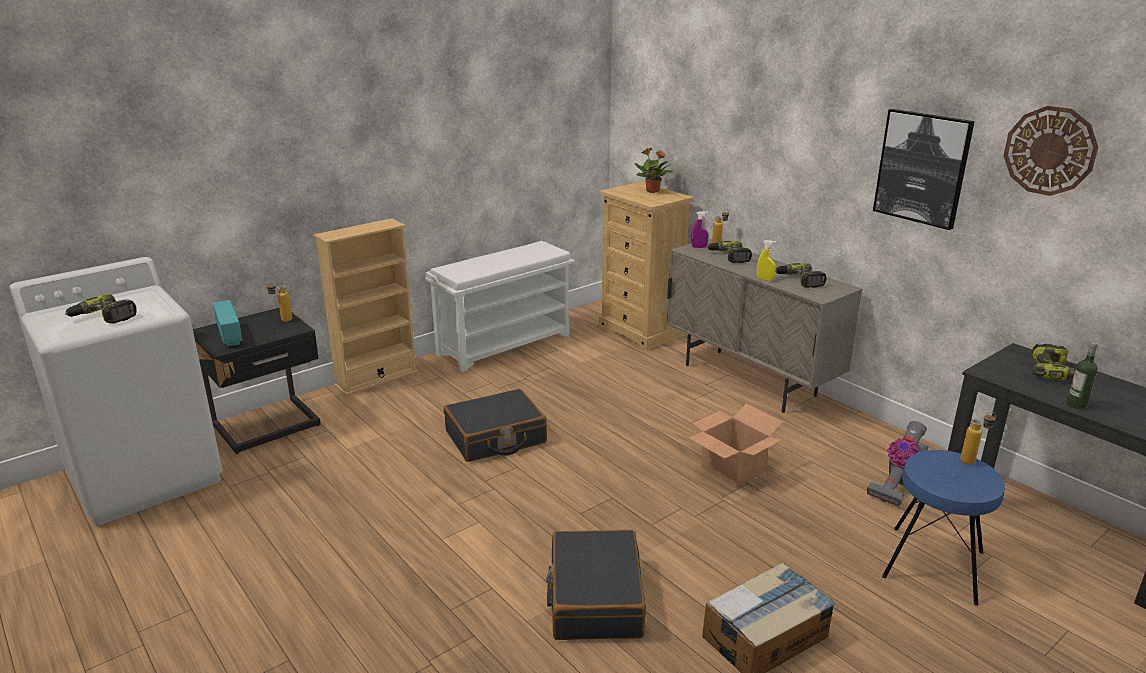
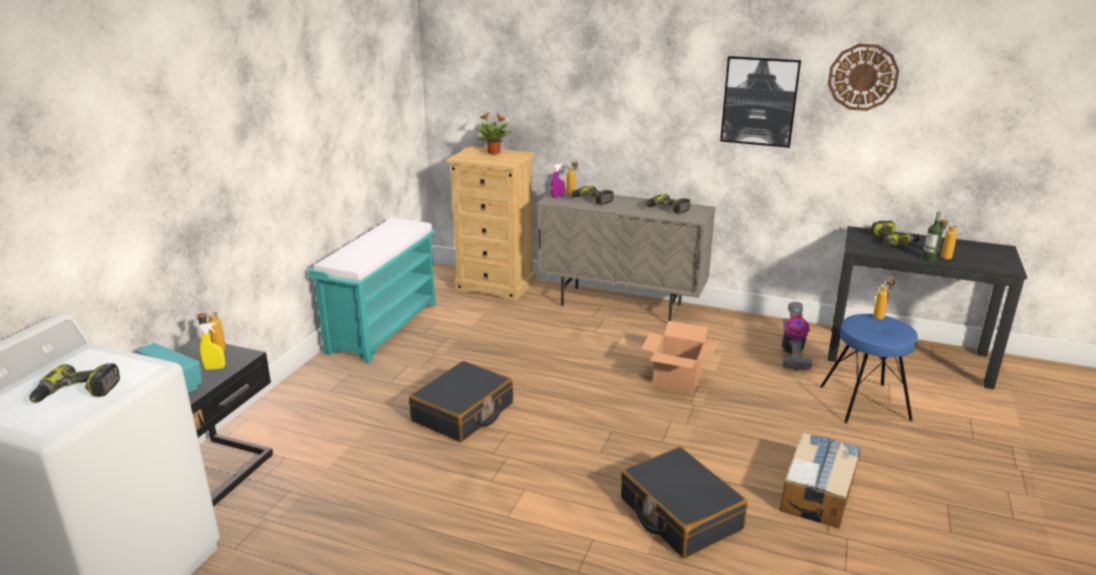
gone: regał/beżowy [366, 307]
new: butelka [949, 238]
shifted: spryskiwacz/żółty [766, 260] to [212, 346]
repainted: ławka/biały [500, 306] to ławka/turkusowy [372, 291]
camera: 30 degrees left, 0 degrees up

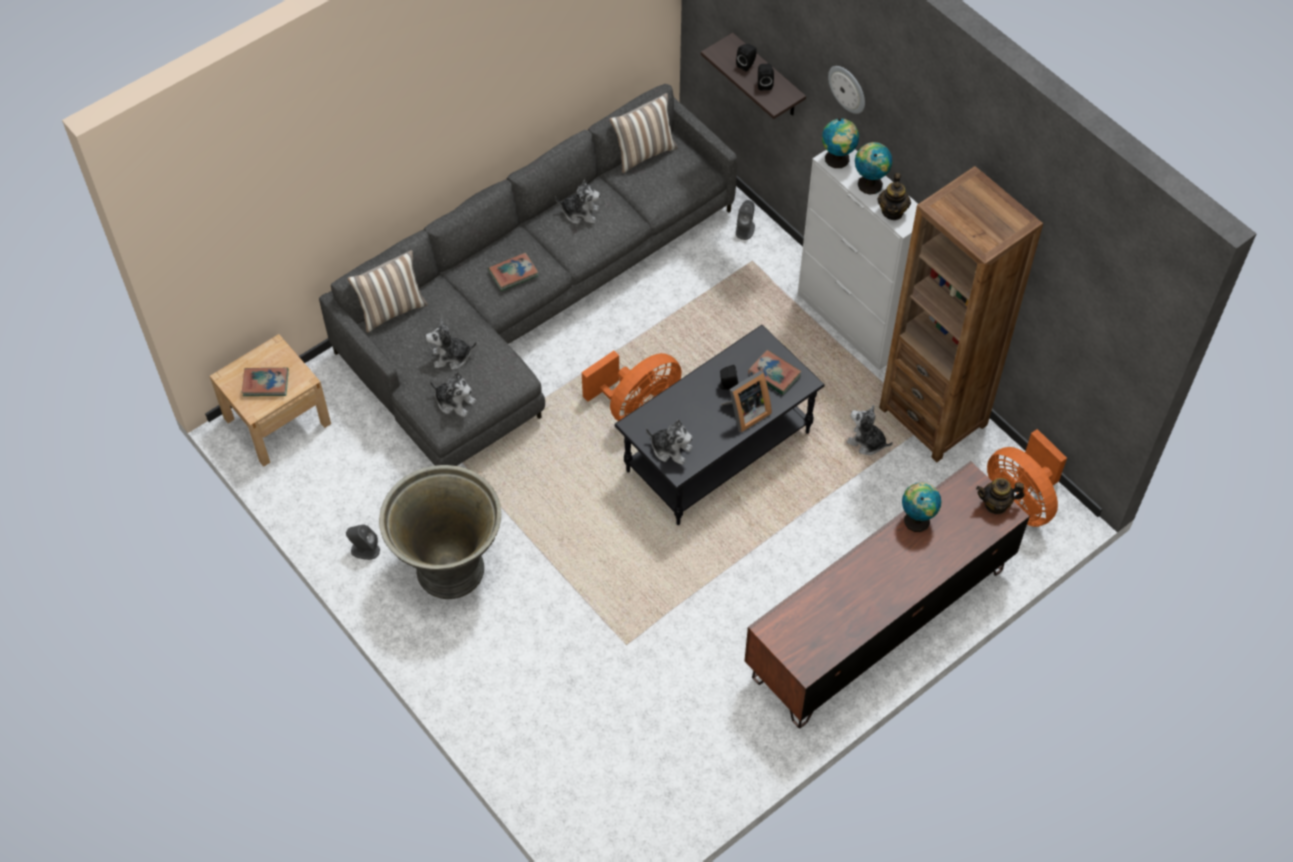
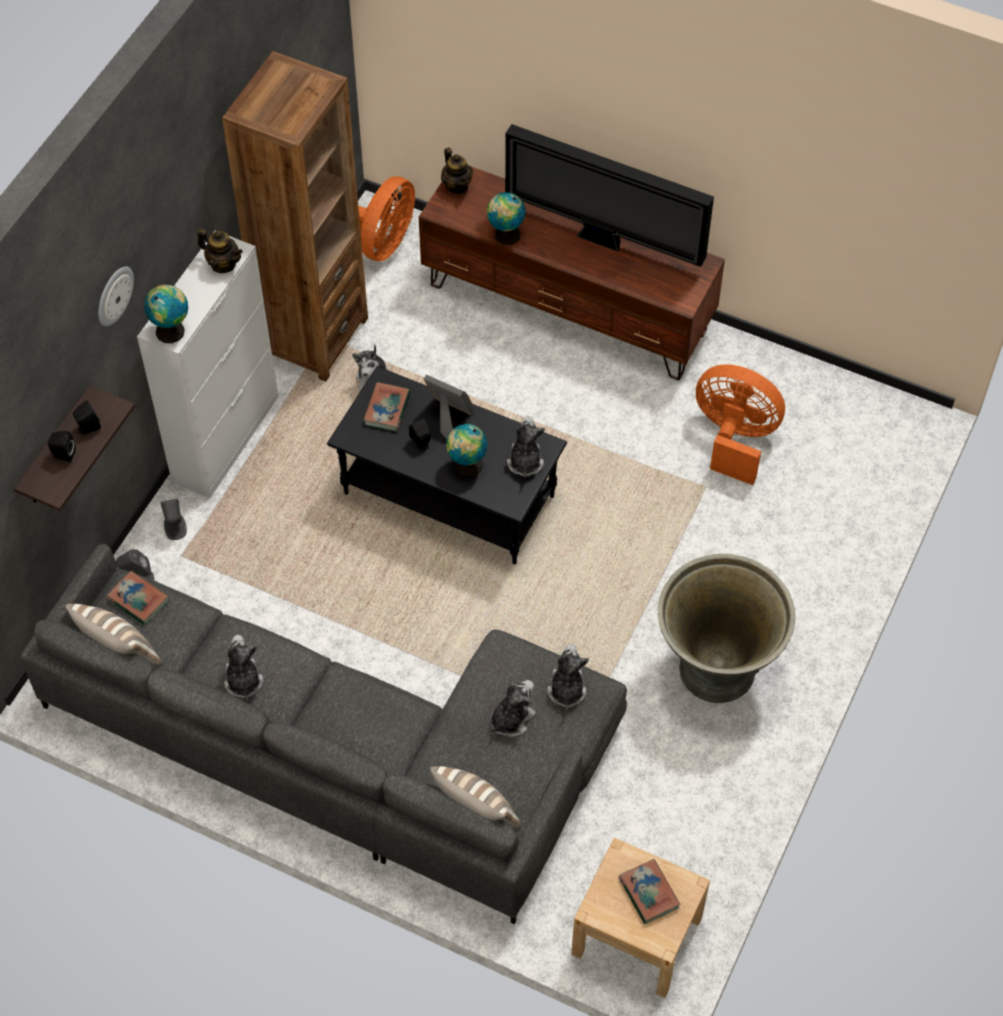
new: telewizor [609, 195]
shifted: głośnik/szary [363, 542] to [173, 519]; książka [513, 271] to [138, 598]; wentylator/pomarańczowy [632, 386] to [740, 424]; globus [873, 168] to [466, 450]
rotated: pluszak [451, 344] = [513, 708] 105 degrees counterclockwise; imbryk [894, 196] = [220, 251] 45 degrees clockwise
camera: 115 degrees left, 0 degrees up

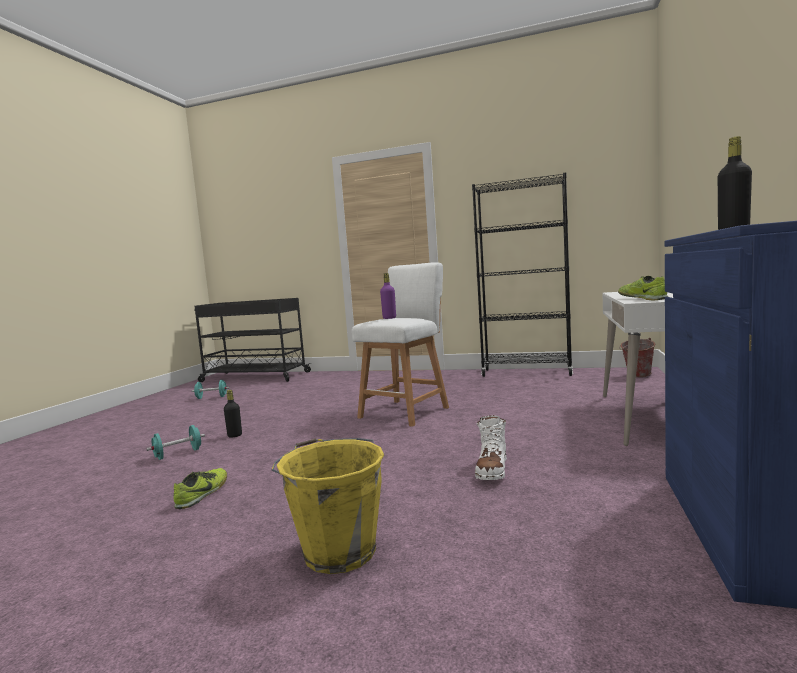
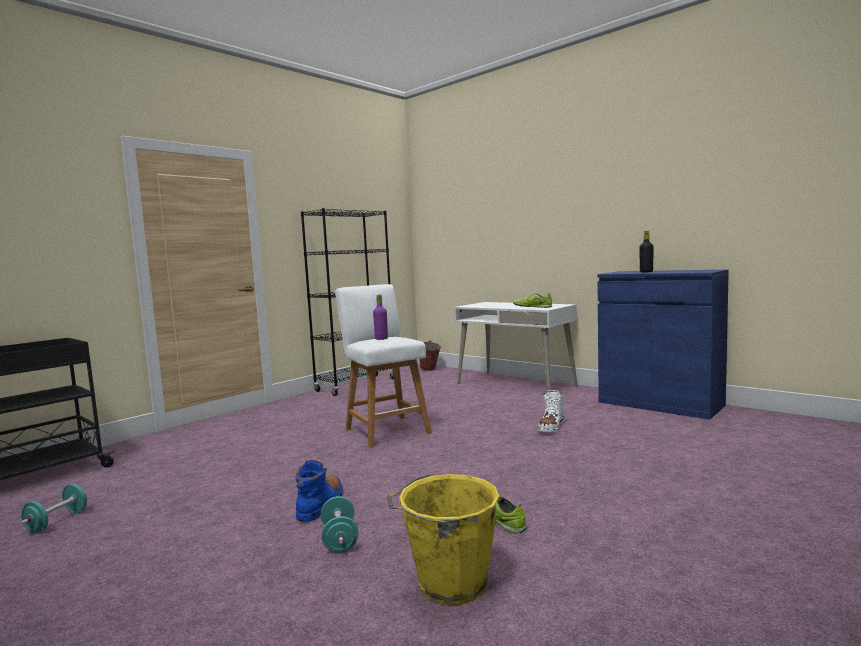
shifted: wiadro/żółty [328, 506] to [443, 539]
swapped: butelka/czarny [233, 413] to but z cholewką/niebieski [319, 491]
rotated: but z cholewką/biały [491, 447] = [551, 411] 75 degrees clockwise
camera: 65 degrees left, 0 degrees up

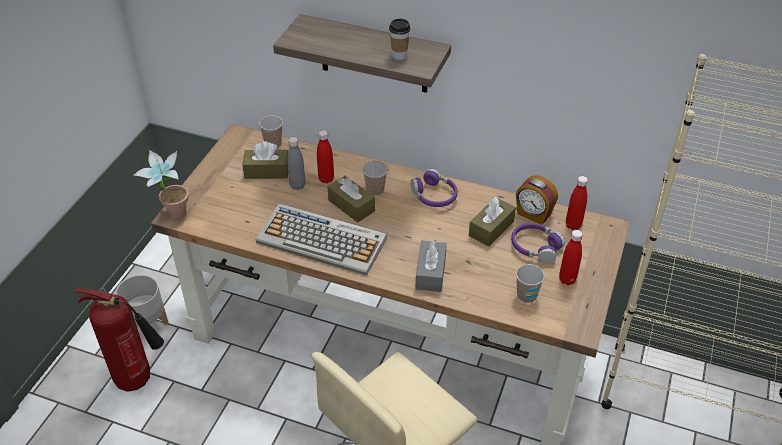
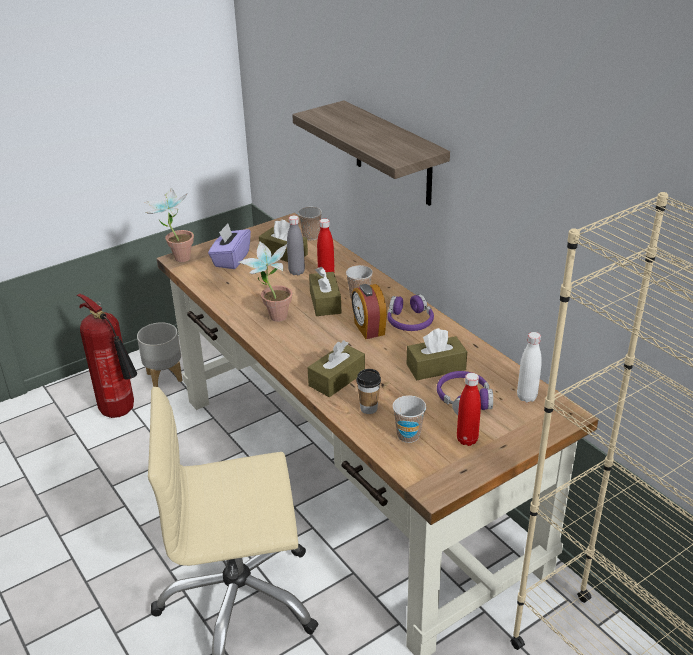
new: pudełko chusteczek/fioletowy [229, 246]
shifted: filiżanka [400, 39] to [368, 391]; budzik [537, 200] to [369, 311]
swapped: klawiatura [321, 239] to roślina doniczkowa [266, 281]
repainted: pudełko chusteczek/szary [431, 266] to pudełko chusteczek/brązowy [336, 368]; butelka/czerwony [577, 203] to butelka/biały [529, 367]
camera: 35 degrees right, 10 degrees down

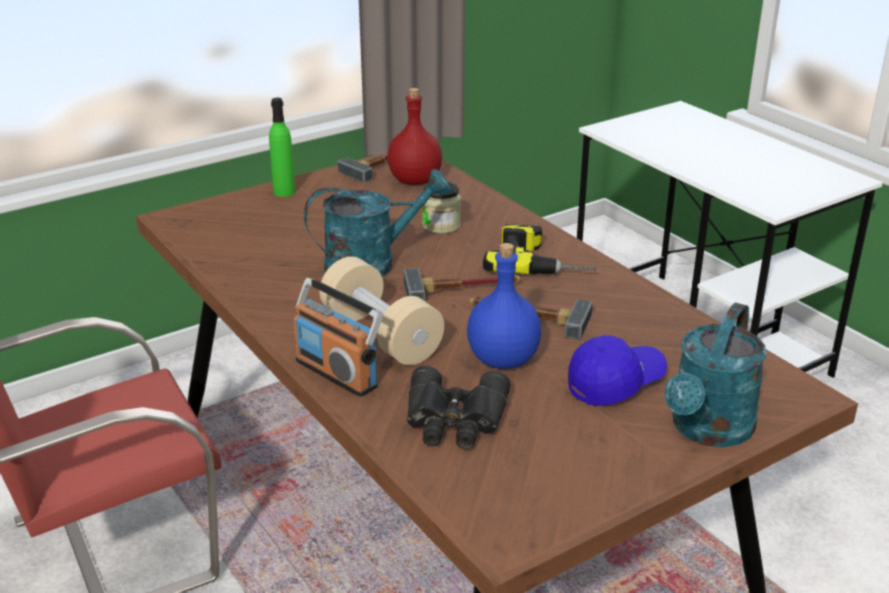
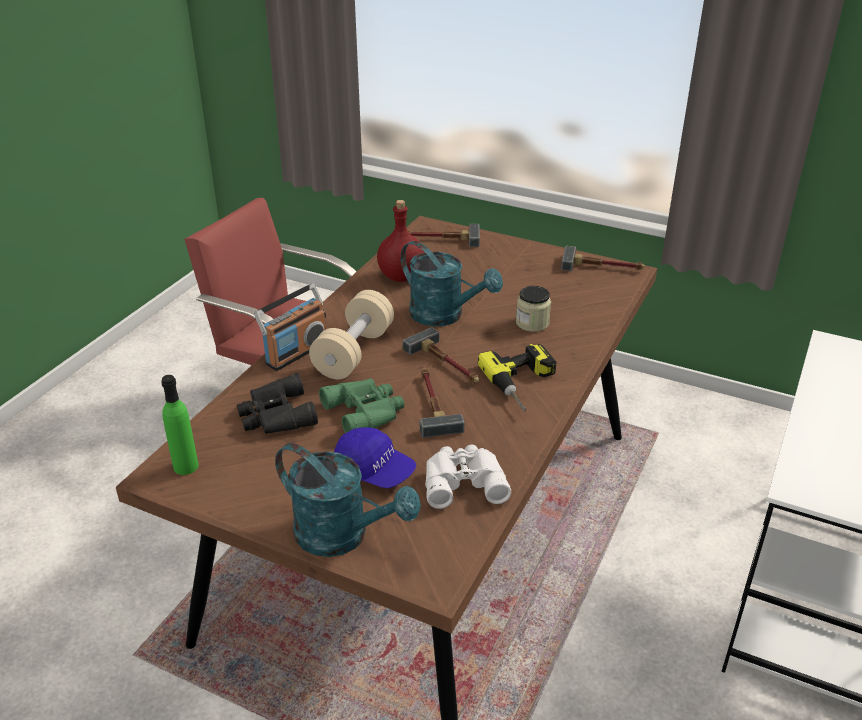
new: młotek [444, 235]; lornetka/biały [468, 477]
shifted: butelka/zielony [282, 147] to [179, 425]; butelka/czerwony [414, 136] to [400, 241]
swapped: butelka/niebieski [504, 306] to lornetka/zielony [361, 405]
rotated: radio [338, 337] = [290, 327] 150 degrees counterclockwise; konewka/turkusowy [716, 375] = [348, 500] 150 degrees counterclockwise
camera: 60 degrees right, 5 degrees up

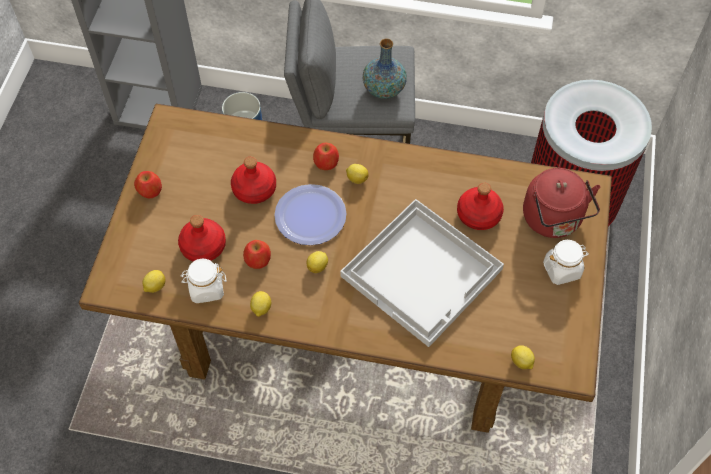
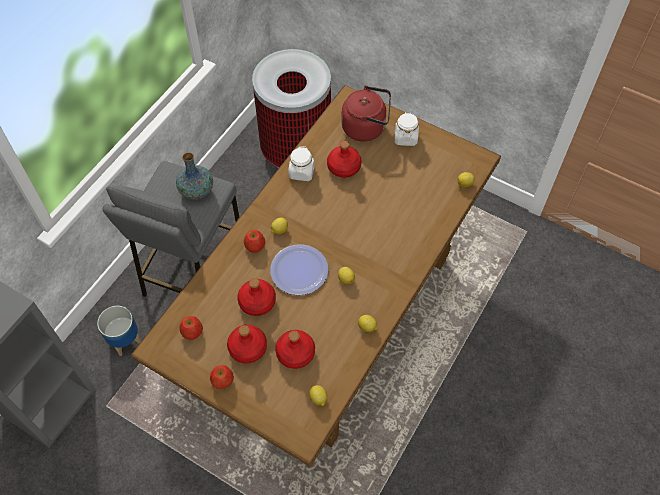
gone: taca/biały [422, 273]
new: butelka/czerwony [247, 344]
shifted: słoik/biały [203, 281] to [301, 163]; jabłko [257, 254] to [191, 328]
camera: 70 degrees left, 0 degrees up

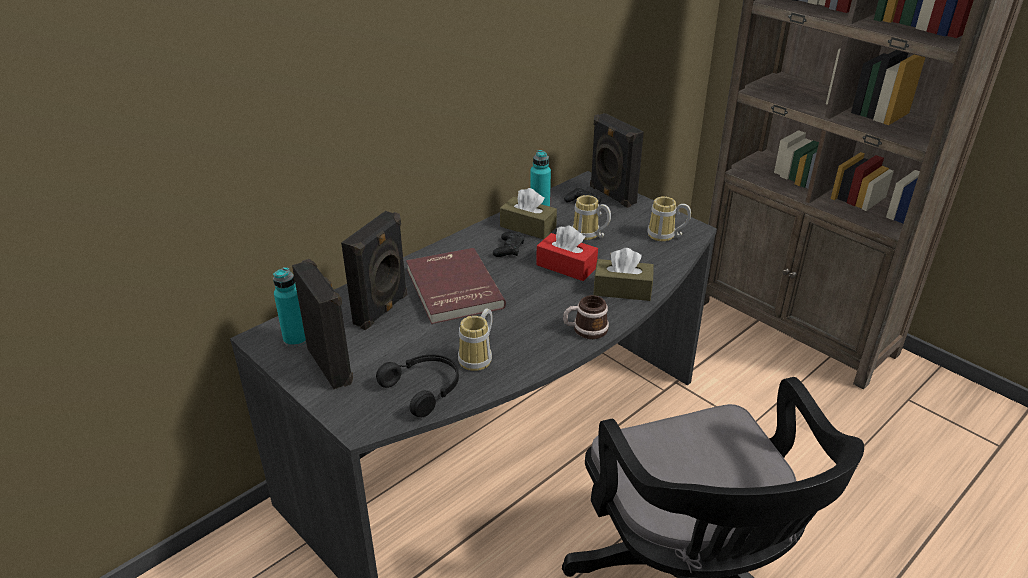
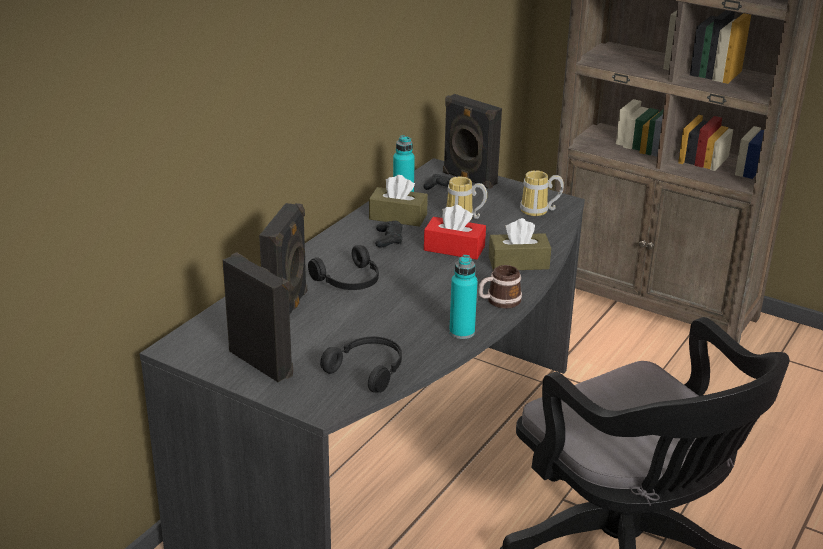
gone: kubek [475, 340]
shifted: butelka/turkusowy [289, 307] to [463, 297]
swapped: książka/czerwony [456, 286] to słuchawki/czarny [343, 267]
camera: 15 degrees left, 5 degrees down

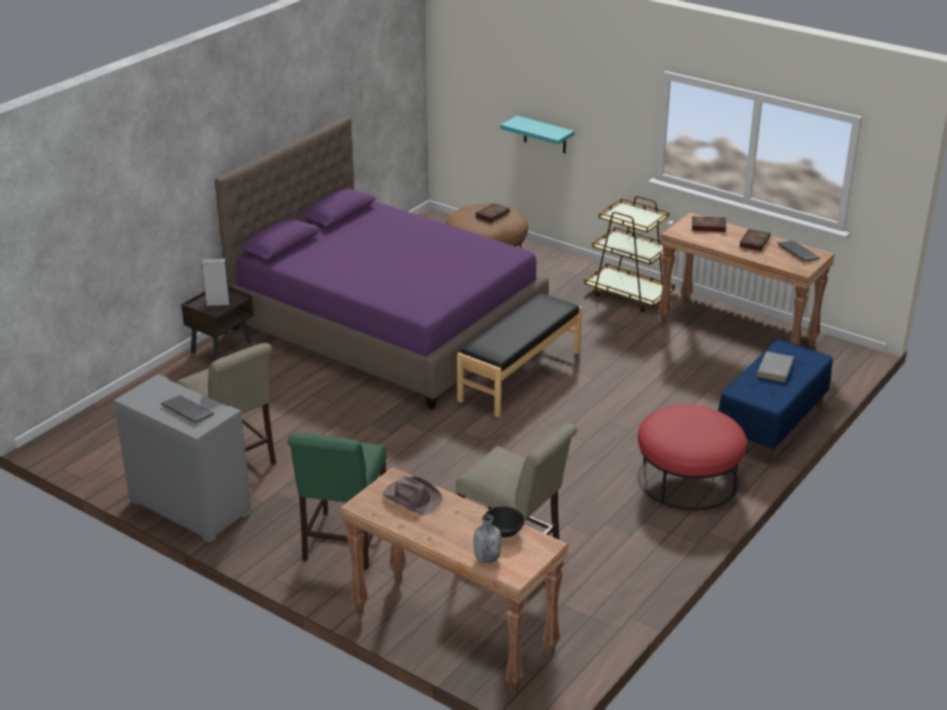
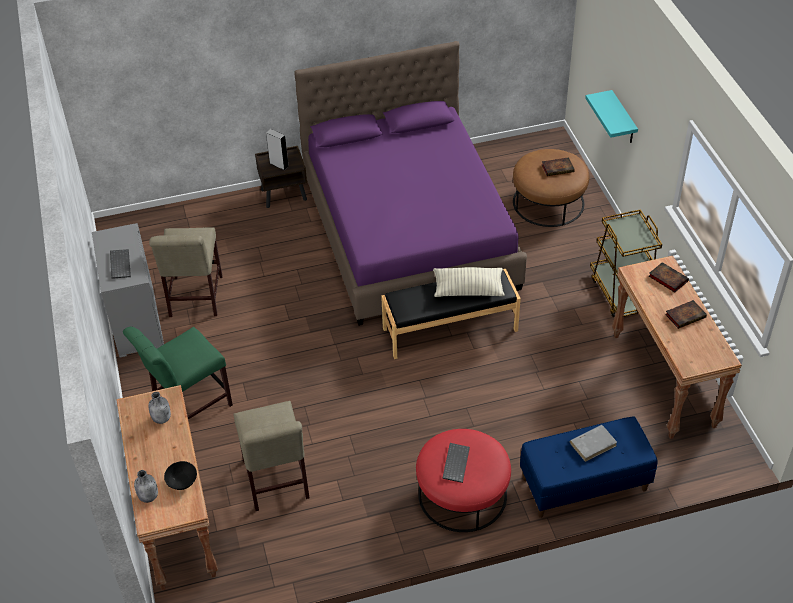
new: poduszka [468, 282]
shifted: klawiatura [798, 251] to [456, 463]
swapped: kapelusz/brązowy [412, 495] to butelka/szary [159, 408]
camera: 40 degrees right, 15 degrees up

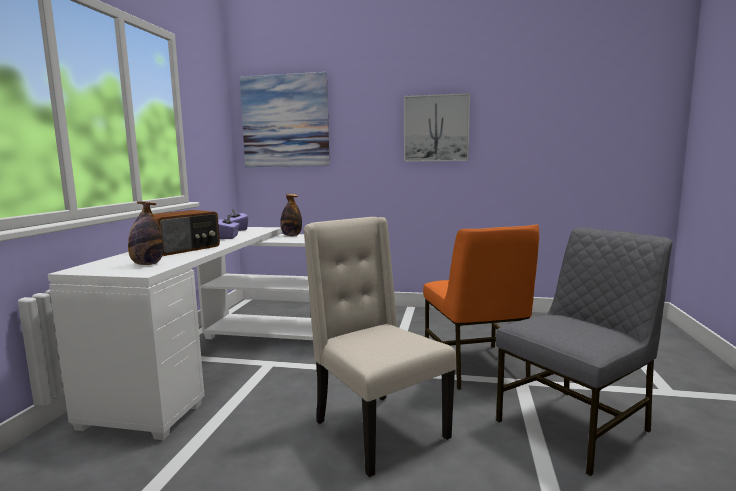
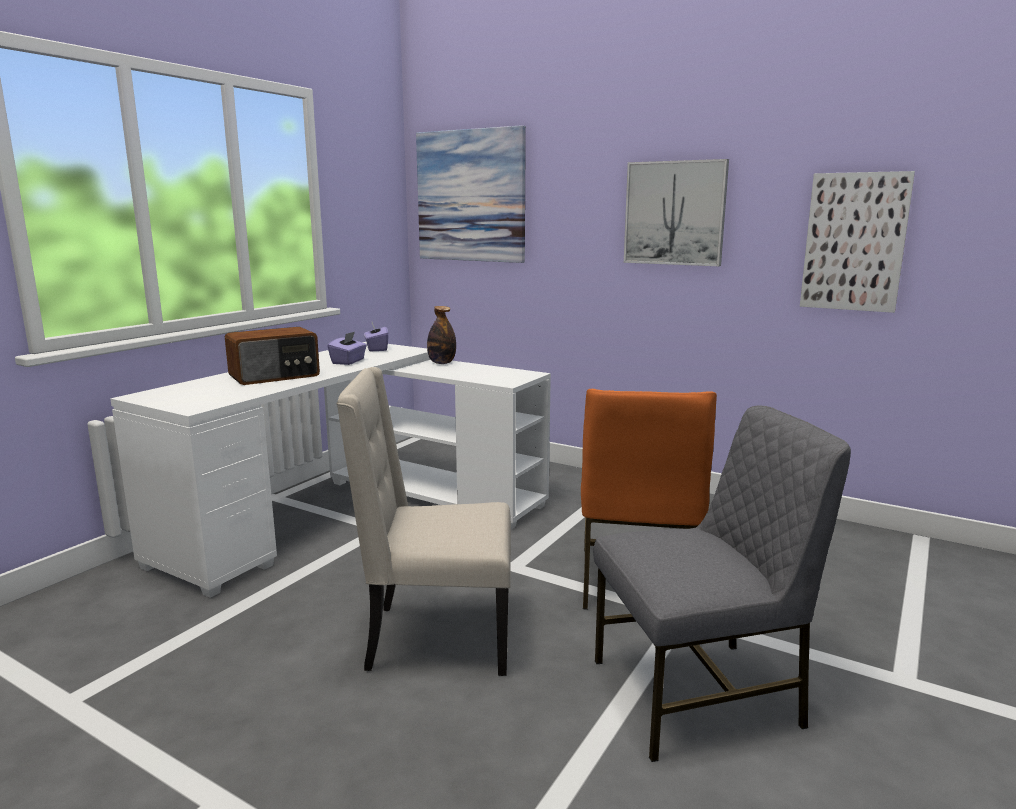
gone: butelka [146, 233]
new: obraz [857, 242]
rotated: krzesło/beżowy [379, 347] = [423, 521] 75 degrees counterclockwise
camera: 20 degrees right, 5 degrees up

